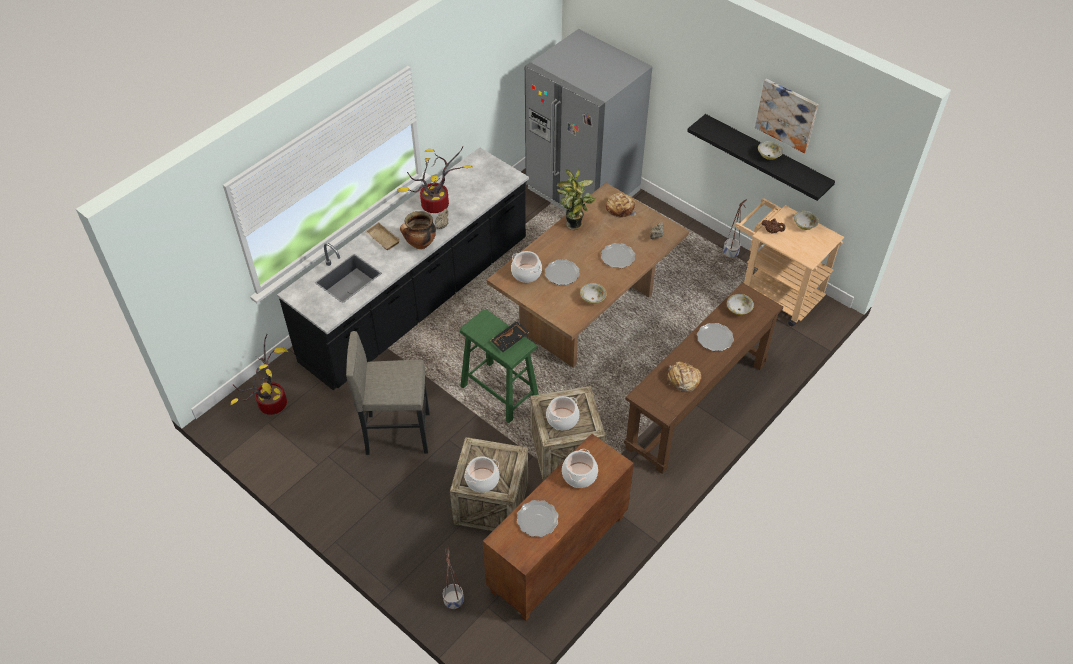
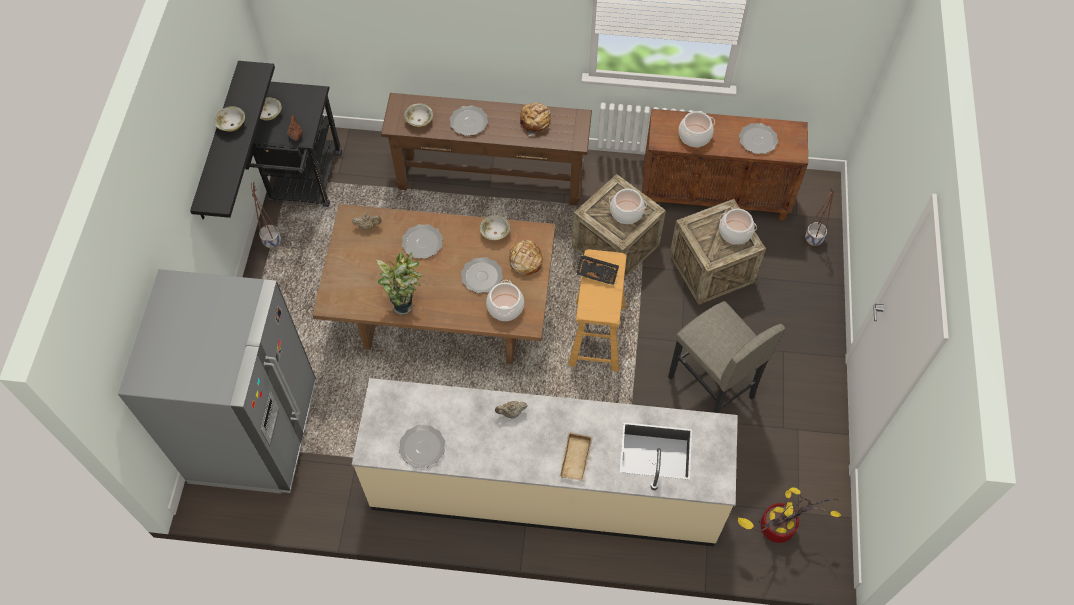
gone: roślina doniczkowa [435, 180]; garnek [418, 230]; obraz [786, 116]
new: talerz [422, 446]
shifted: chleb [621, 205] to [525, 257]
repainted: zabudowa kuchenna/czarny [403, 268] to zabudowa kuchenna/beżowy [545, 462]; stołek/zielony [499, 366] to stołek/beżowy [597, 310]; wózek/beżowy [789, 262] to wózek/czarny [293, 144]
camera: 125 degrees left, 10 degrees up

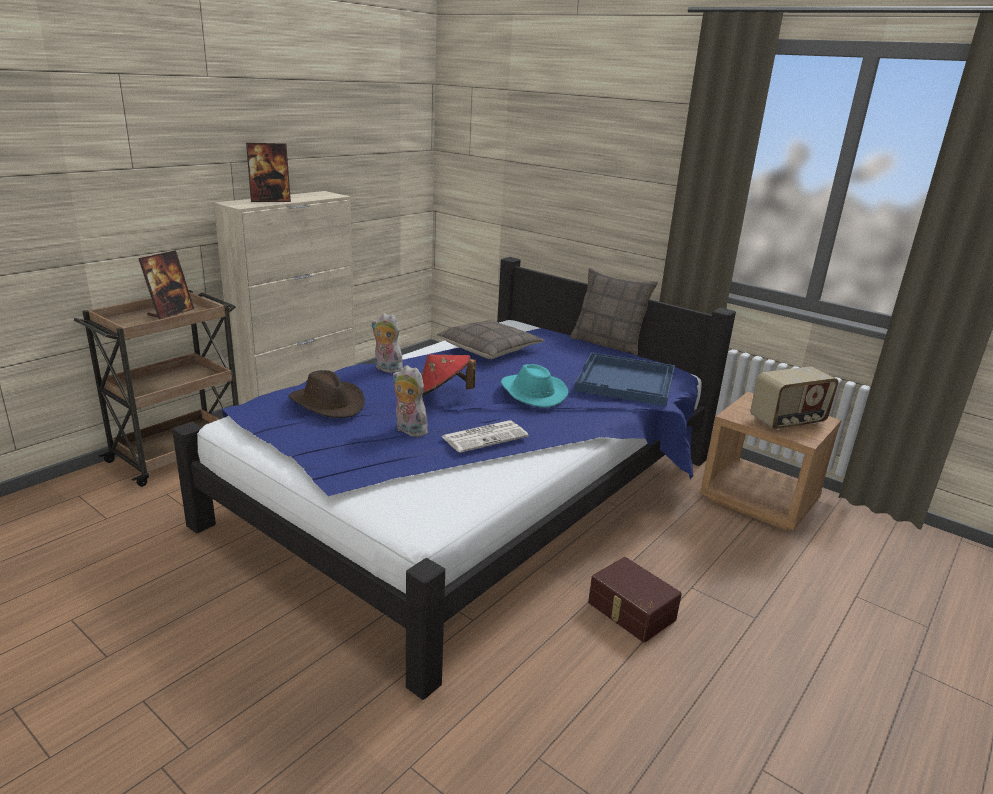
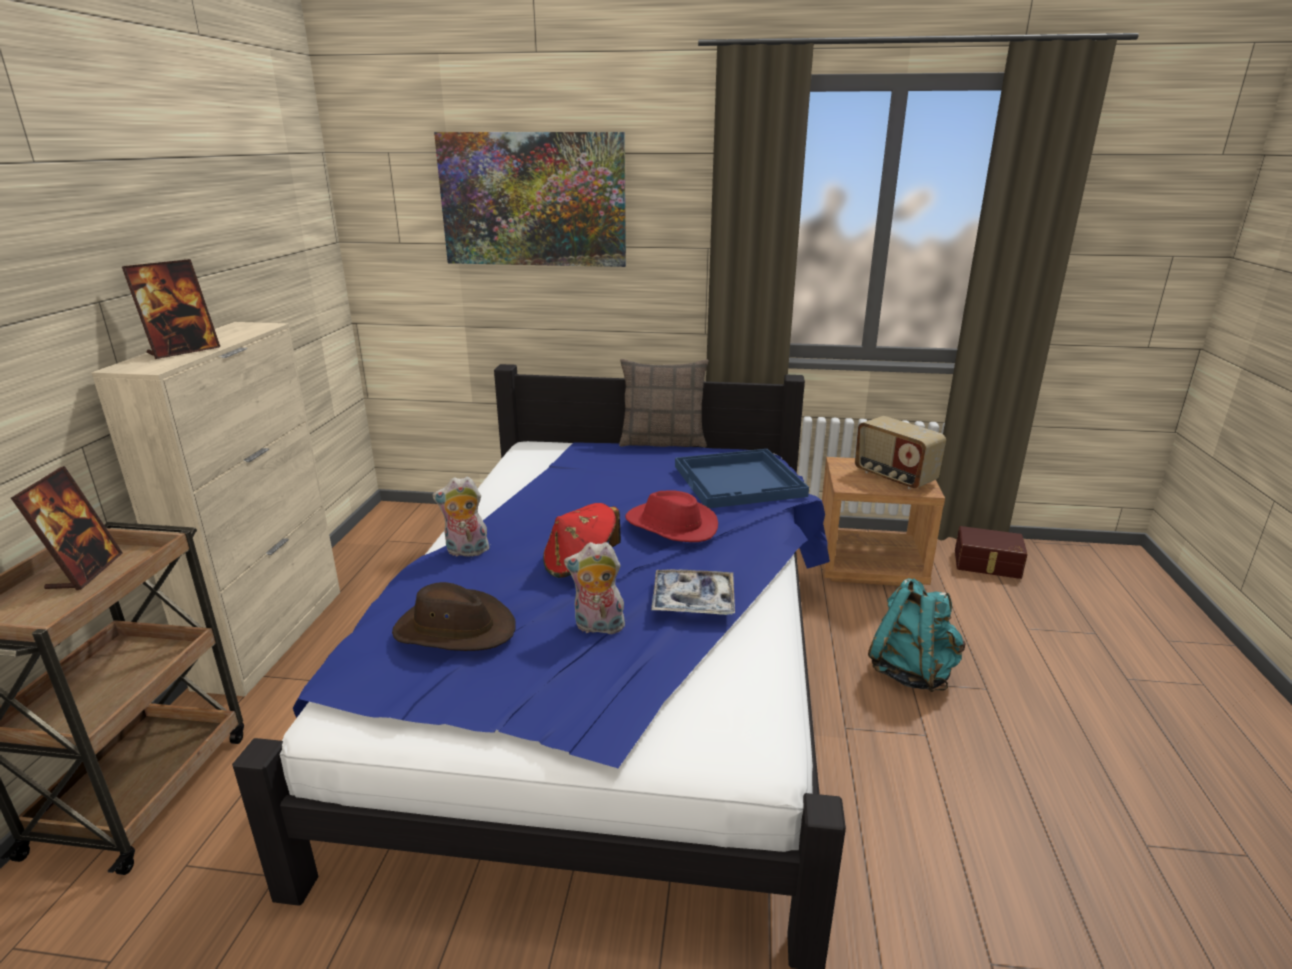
gone: poduszka [491, 339]
new: obraz [530, 199]; plecak/turkusowy [917, 635]
shifted: pojemnik do przechowywania/brązowy [635, 600] to [991, 552]
swapped: gazeta [485, 436] to taca [693, 592]
repainted: kapelusz/turkusowy [534, 386] to kapelusz/czerwony [671, 516]
rotated: radio [794, 398] = [900, 452] 105 degrees clockwise
camera: 30 degrees left, 0 degrees up

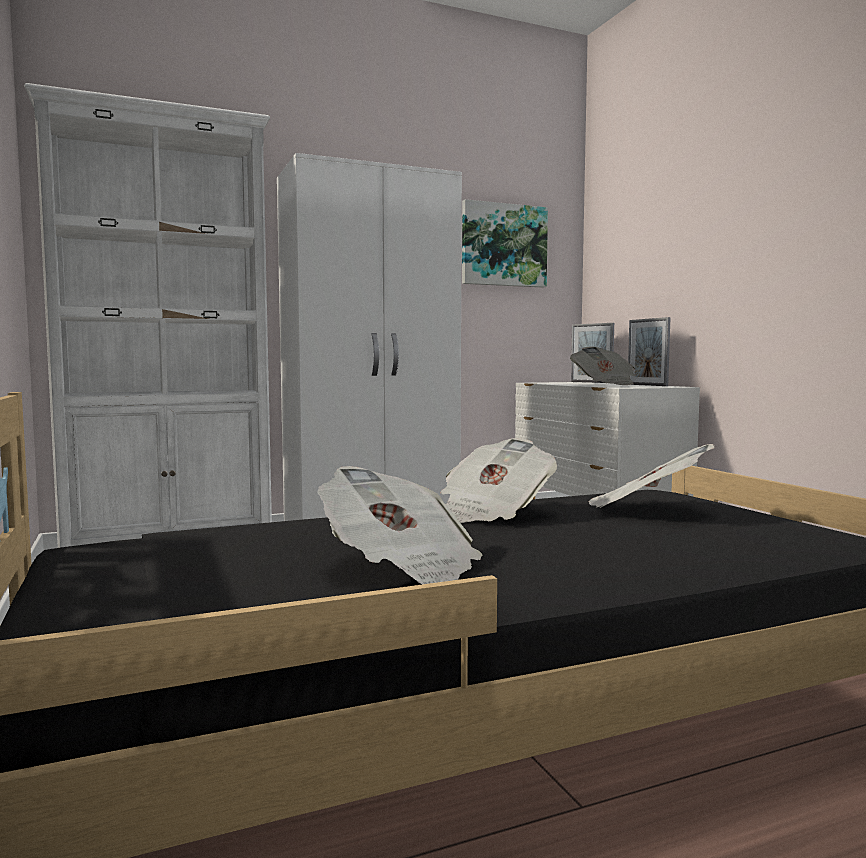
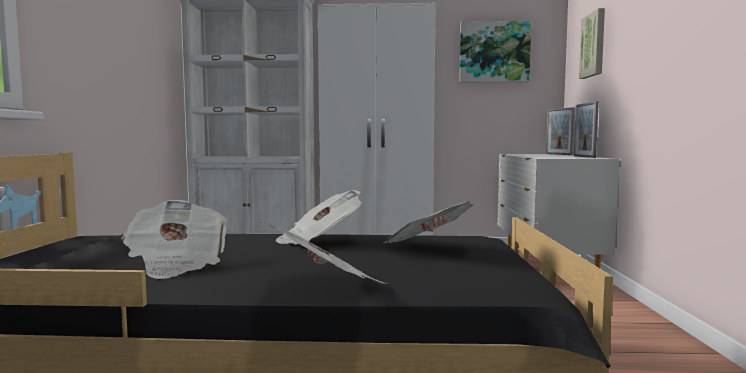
new: obraz [592, 43]
shifted: gazeta [603, 366] to [325, 253]
camera: 25 degrees right, 0 degrees up

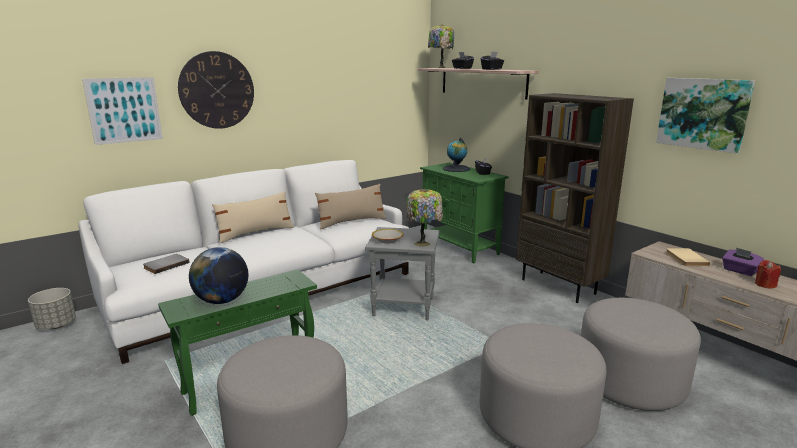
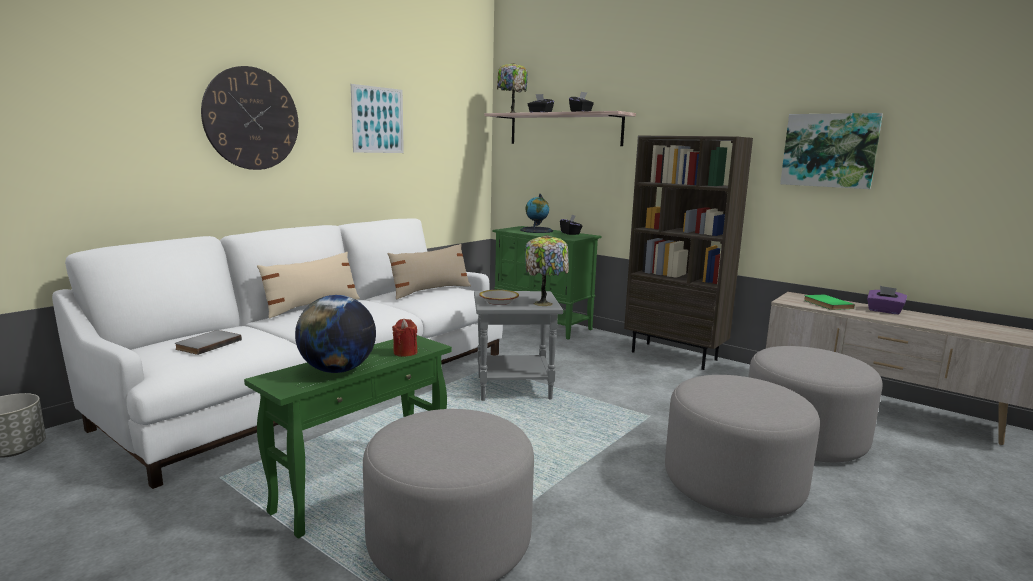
shifted: obraz [122, 111] to [377, 118]; świeca/czerwony [768, 274] to [404, 338]
repainted: książka/beżowy [688, 257] to książka/zielony [829, 302]
camera: 15 degrees left, 5 degrees down

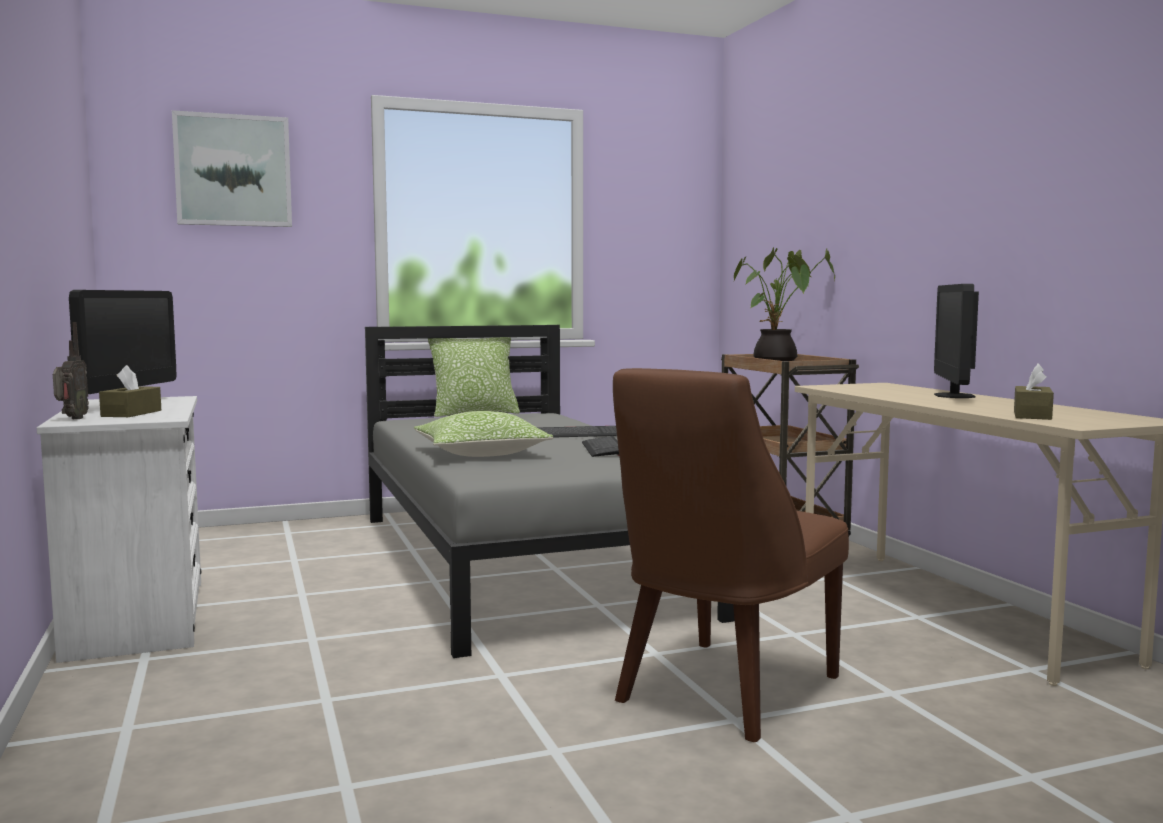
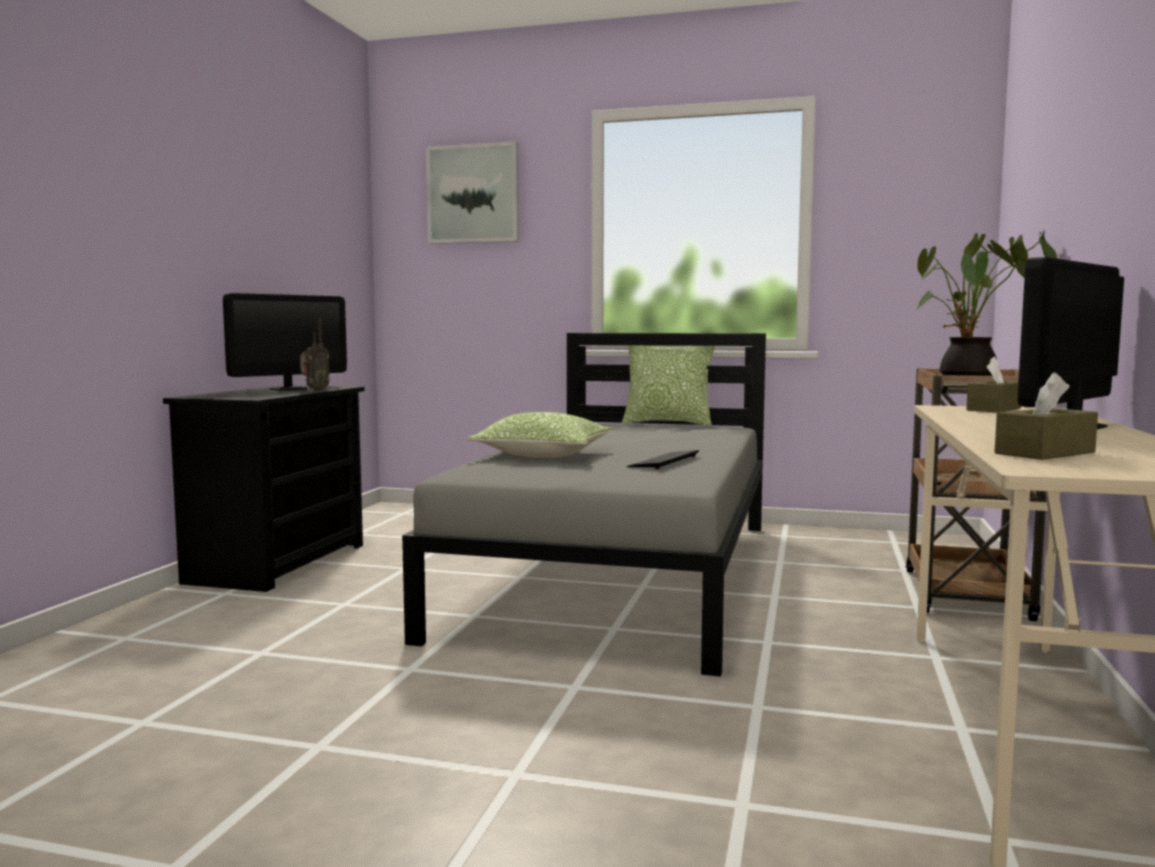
gone: klawiatura [578, 431]; krzesło/brązowy [731, 555]
shifted: radio [71, 370] to [315, 355]; pudełko chusteczek/brązowy [130, 391] to [993, 384]
repainted: komoda/biały [119, 529] to komoda/czarny [264, 488]
camera: 35 degrees right, 0 degrees up

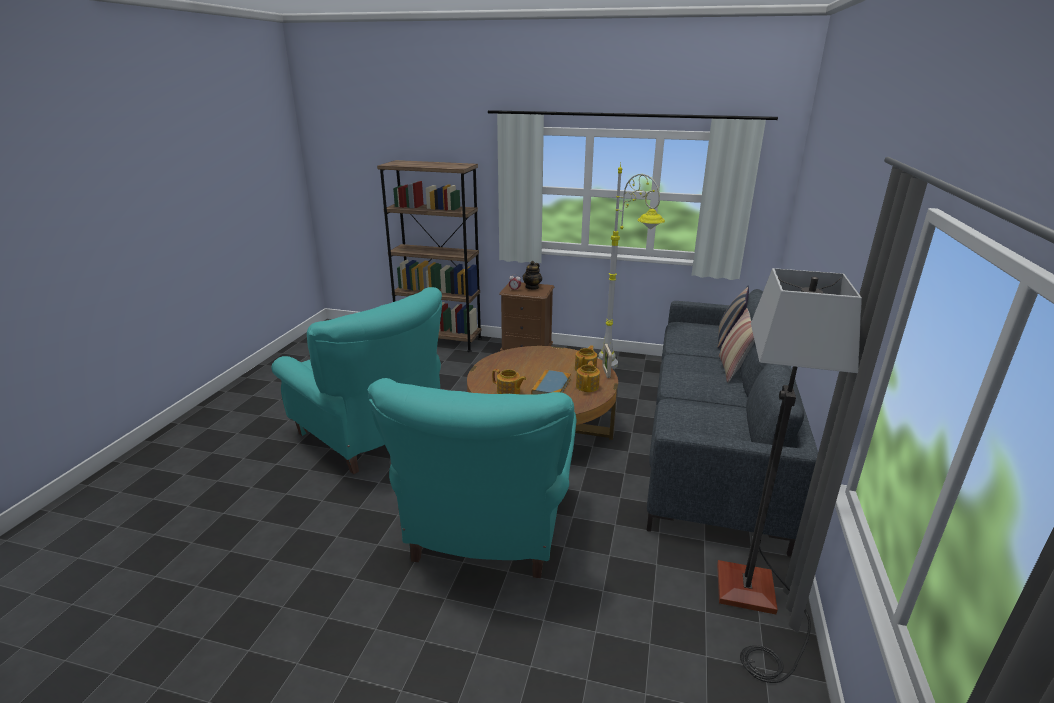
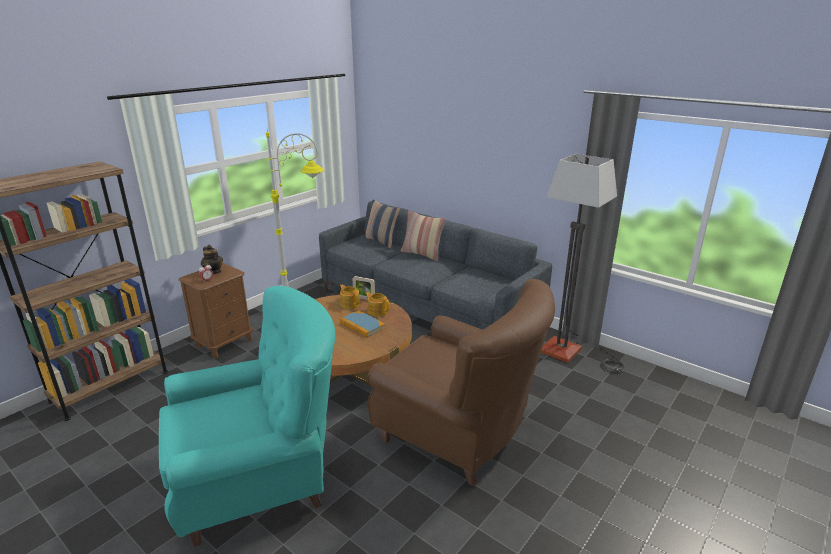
gone: imbryk [509, 381]
repainted: fotel/turkusowy [472, 478] to fotel/brązowy [461, 383]
camera: 65 degrees left, 0 degrees up

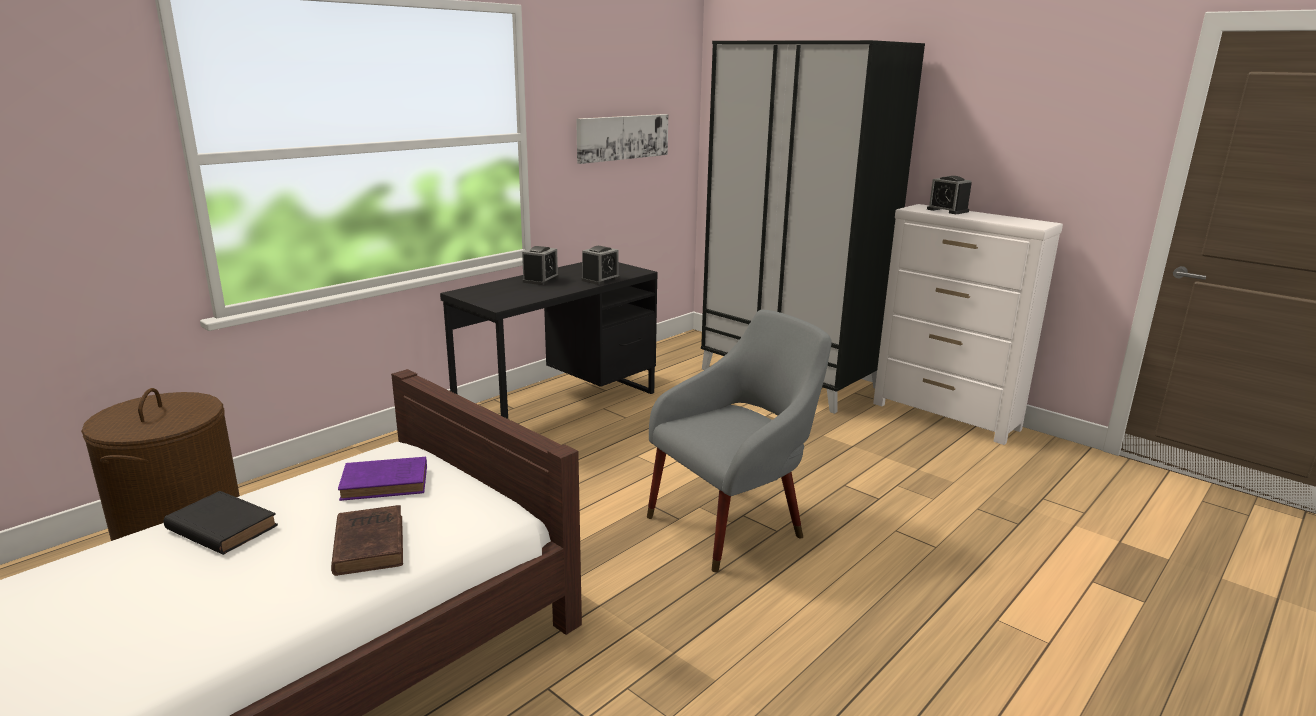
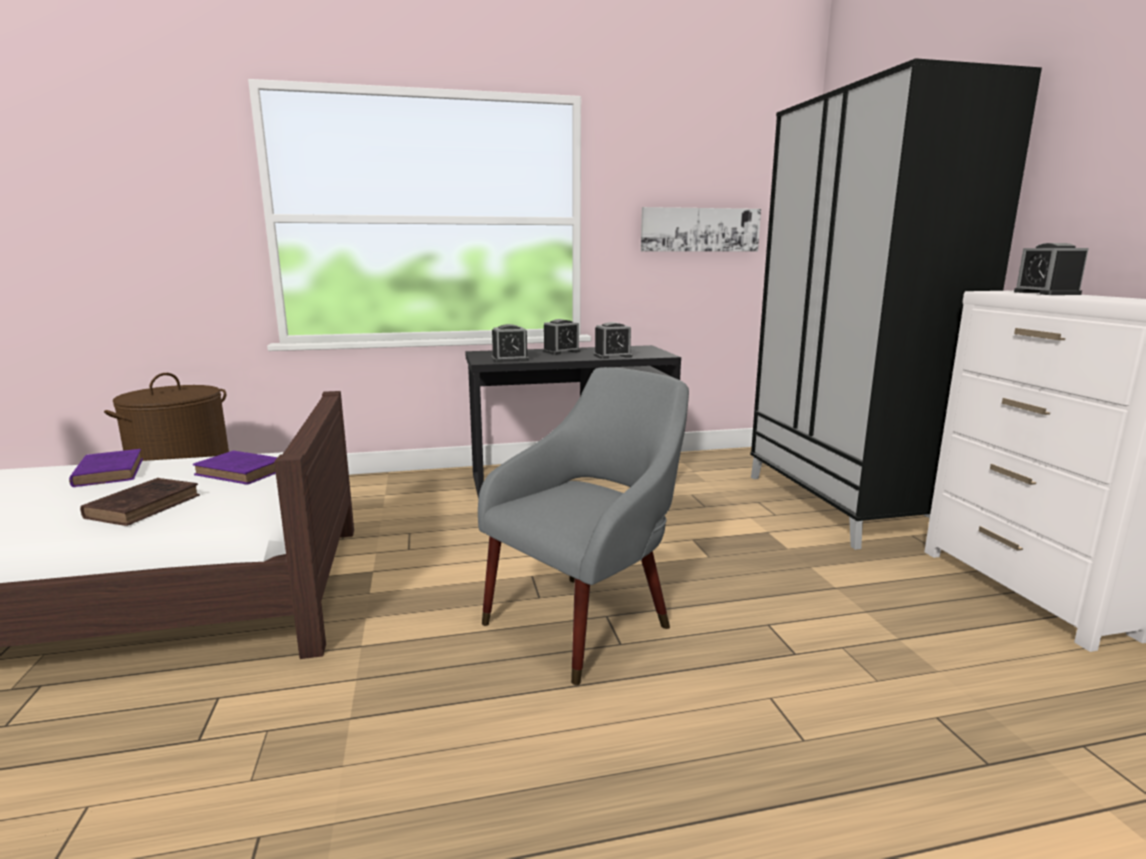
new: budzik [510, 343]
repainted: książka/czarny [221, 523] to książka/fioletowy [106, 468]
rotated: fotel/szary [739, 441] = [583, 526] 45 degrees counterclockwise
camera: 35 degrees right, 5 degrees down

